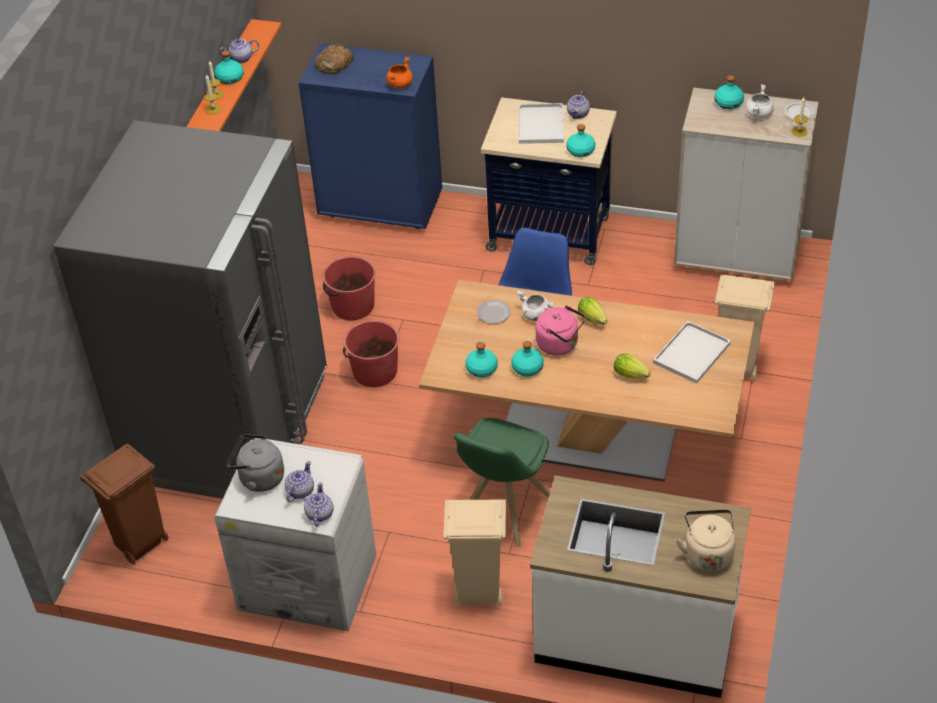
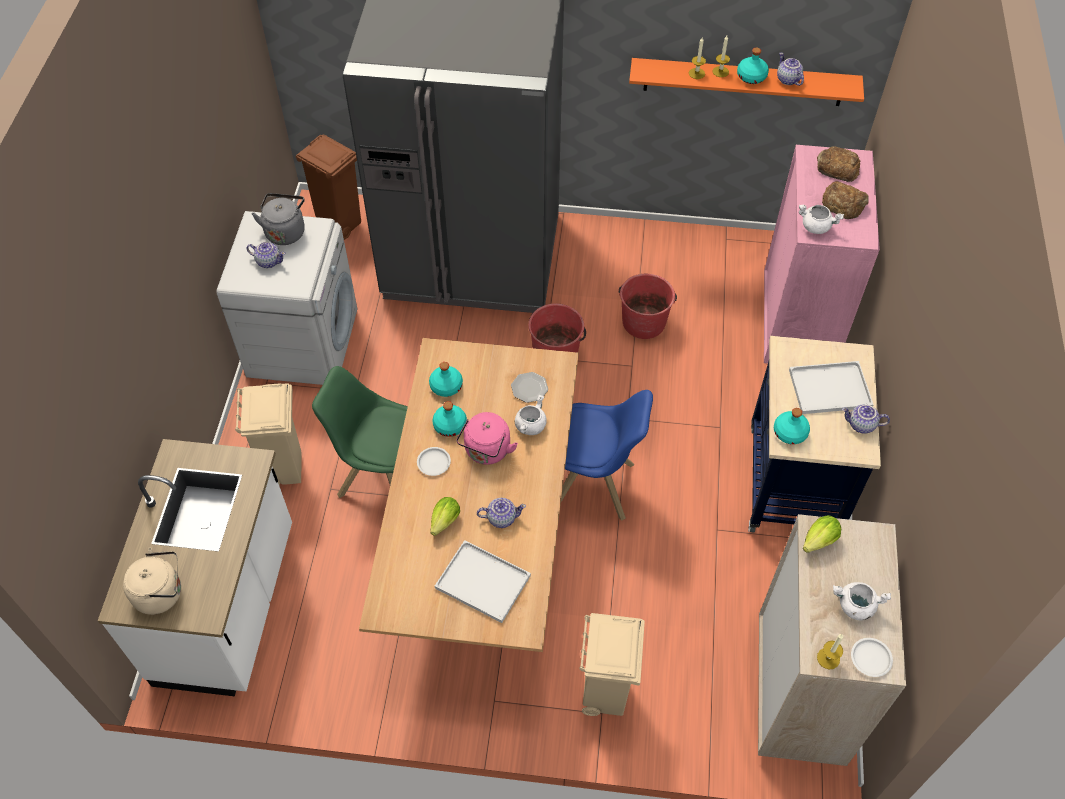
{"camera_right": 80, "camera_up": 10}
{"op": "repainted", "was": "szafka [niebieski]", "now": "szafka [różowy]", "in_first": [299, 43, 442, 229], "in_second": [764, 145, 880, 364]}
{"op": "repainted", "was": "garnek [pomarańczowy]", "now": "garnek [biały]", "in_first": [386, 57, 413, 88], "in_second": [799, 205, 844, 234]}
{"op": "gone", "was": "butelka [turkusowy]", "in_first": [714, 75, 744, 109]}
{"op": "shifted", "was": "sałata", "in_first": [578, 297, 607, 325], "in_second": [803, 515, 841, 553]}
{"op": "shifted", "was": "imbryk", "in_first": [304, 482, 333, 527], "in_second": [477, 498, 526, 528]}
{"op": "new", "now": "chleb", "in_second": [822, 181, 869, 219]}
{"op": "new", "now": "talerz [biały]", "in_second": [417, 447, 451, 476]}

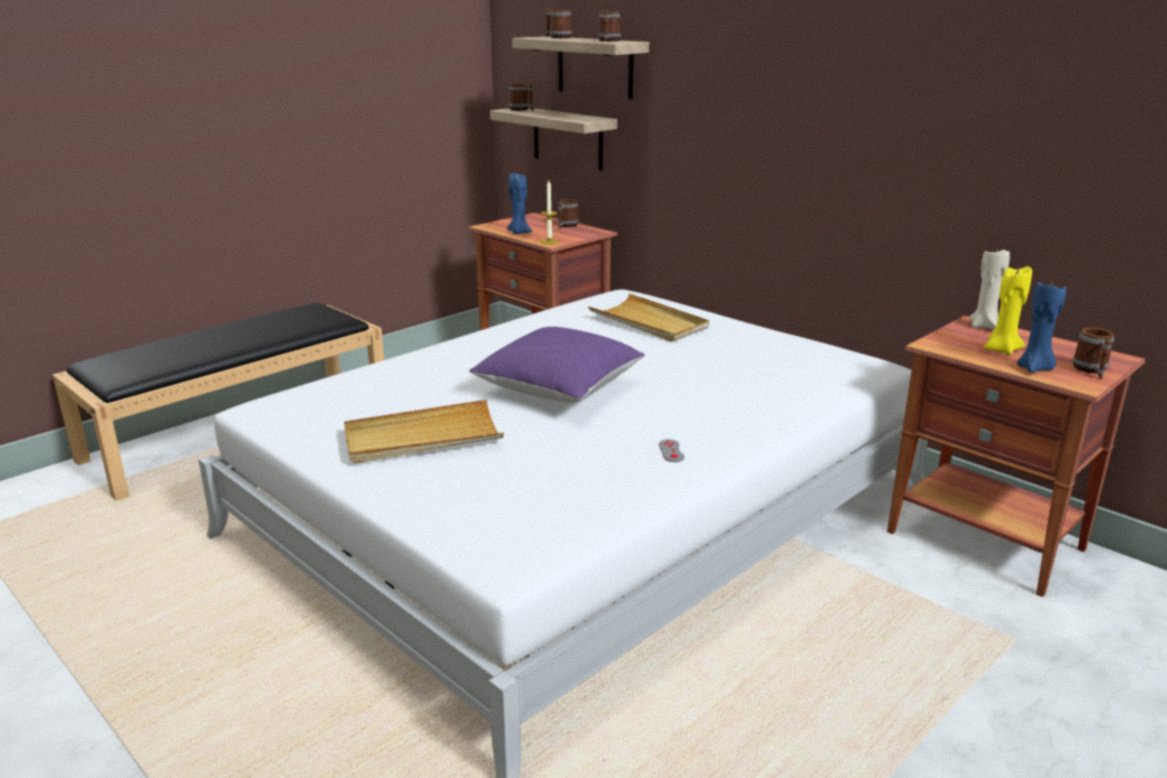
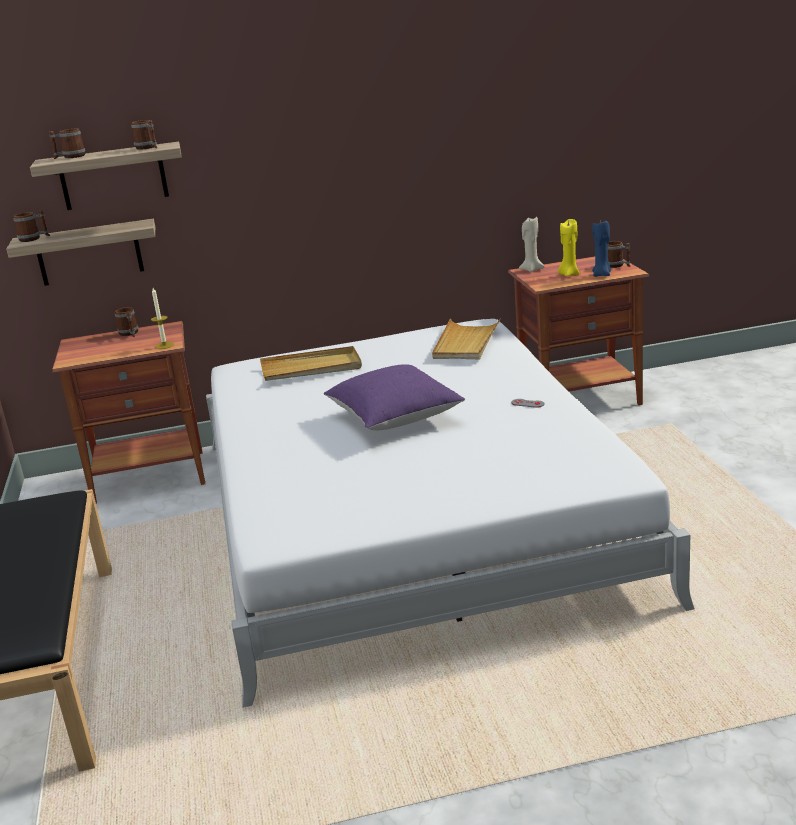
{"camera_right": -55, "camera_up": 0}
{"op": "gone", "was": "świeca [niebieski]", "in_first": [507, 173, 532, 234]}
{"op": "shifted", "was": "taca [beżowy]", "in_first": [344, 399, 504, 464], "in_second": [432, 318, 501, 359]}

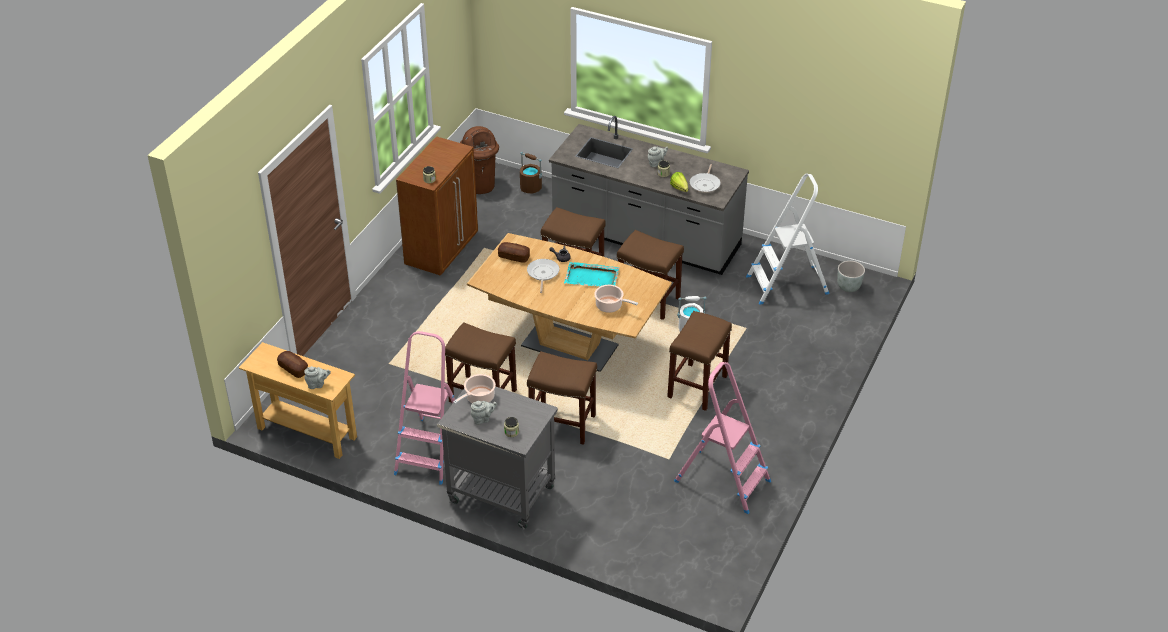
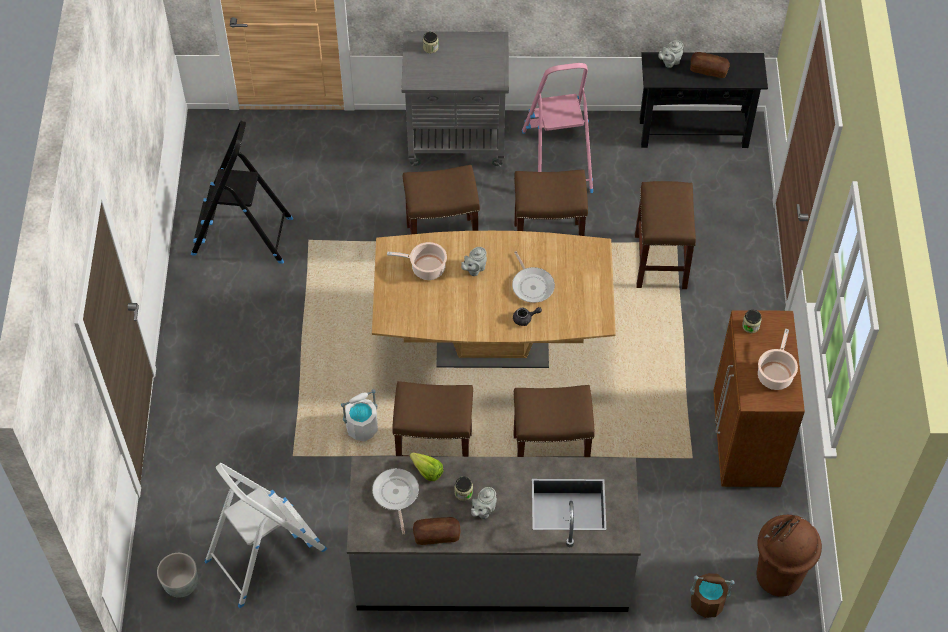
{"camera_right": 155, "camera_up": 15}
{"op": "shifted", "was": "chleb", "in_first": [498, 242, 530, 263], "in_second": [413, 517, 460, 545]}
{"op": "gone", "was": "taca [turkusowy]", "in_first": [564, 262, 620, 286]}
{"op": "shifted", "was": "stołek [brązowy]", "in_first": [667, 311, 732, 411], "in_second": [635, 181, 696, 289]}
{"op": "repainted", "was": "stolik konsolowy [beżowy]", "now": "stolik konsolowy [czarny]", "in_first": [239, 342, 357, 459], "in_second": [640, 52, 768, 148]}
{"op": "repainted", "was": "drabinka [różowy]", "now": "drabinka [czarny]", "in_first": [674, 362, 771, 514], "in_second": [191, 121, 293, 264]}
{"op": "shifted", "was": "garnek", "in_first": [453, 374, 496, 404], "in_second": [758, 329, 798, 390]}
{"op": "shifted", "was": "imbryk [szary]", "in_first": [471, 401, 497, 425], "in_second": [461, 247, 487, 276]}

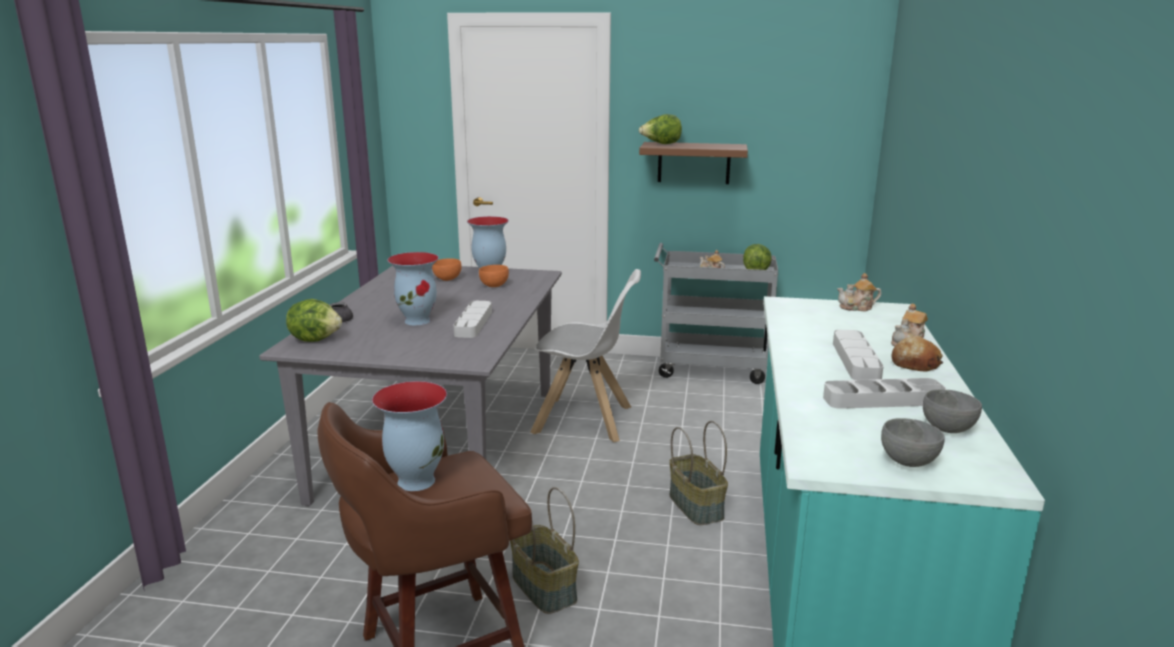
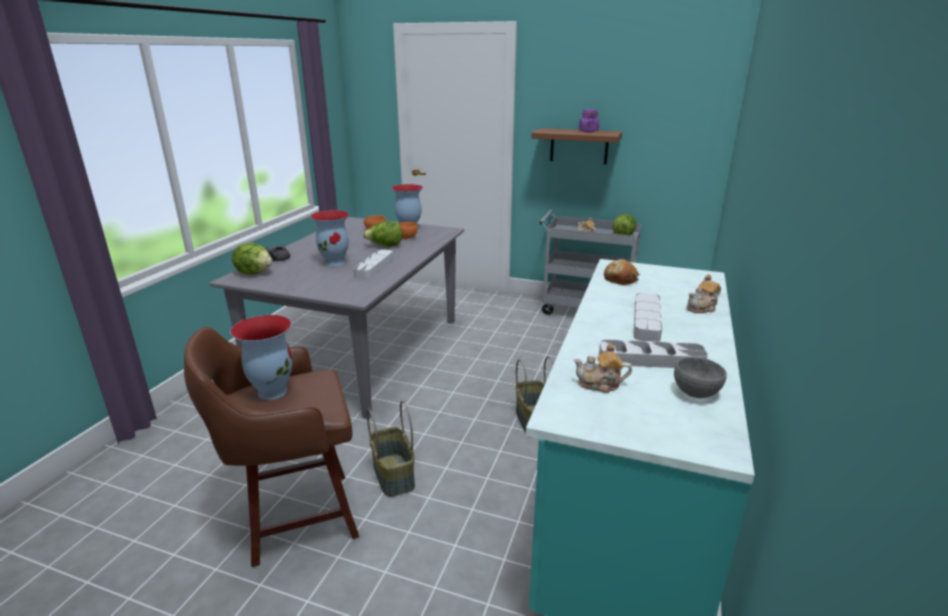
{"camera_right": 10, "camera_up": 5}
{"op": "shifted", "was": "sałata", "in_first": [639, 114, 682, 144], "in_second": [363, 221, 402, 247]}
{"op": "gone", "was": "krzesło", "in_first": [530, 269, 641, 442]}
{"op": "shifted", "was": "imbryk", "in_first": [837, 273, 881, 311], "in_second": [574, 343, 632, 393]}
{"op": "shifted", "was": "chleb", "in_first": [892, 336, 943, 371], "in_second": [604, 259, 640, 285]}
{"op": "gone", "was": "miska [szary]", "in_first": [881, 418, 945, 467]}
{"op": "new", "now": "słoik [fioletowy]", "in_second": [579, 109, 599, 132]}

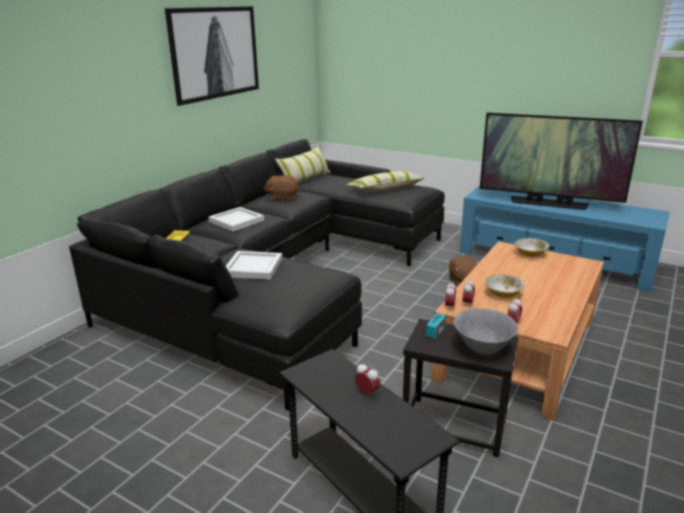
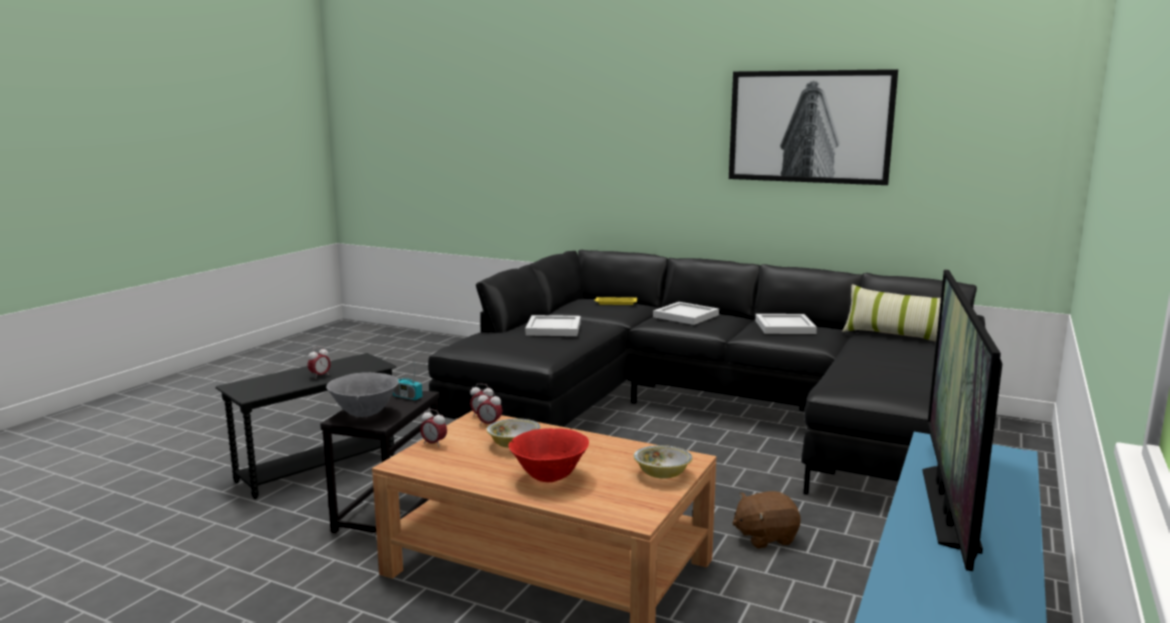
{"camera_right": 85, "camera_up": -10}
{"op": "gone", "was": "poduszka", "in_first": [346, 171, 425, 192]}
{"op": "swapped", "was": "pluszak [brązowy]", "now": "taca [biały]", "in_first": [264, 175, 299, 202], "in_second": [755, 314, 817, 334]}
{"op": "new", "now": "miska [czerwony]", "in_second": [508, 428, 589, 483]}

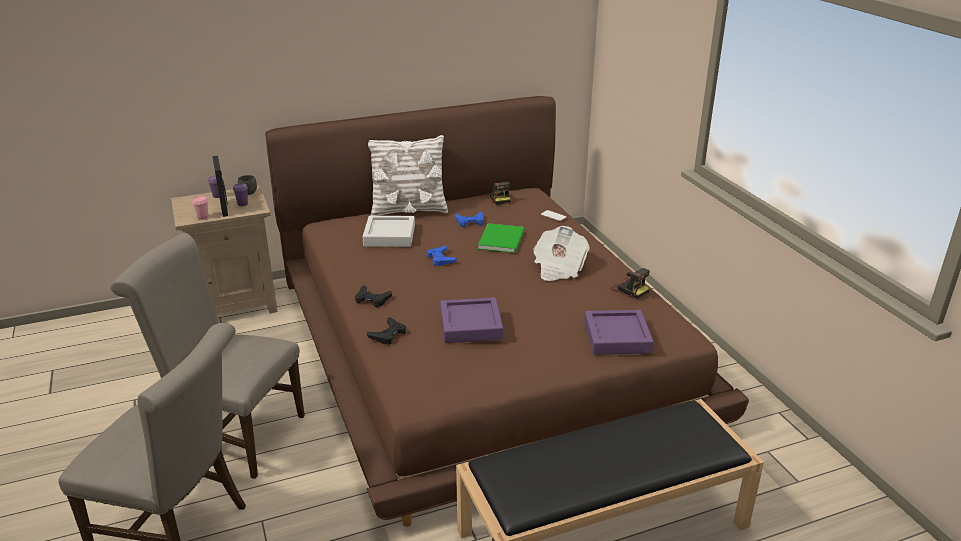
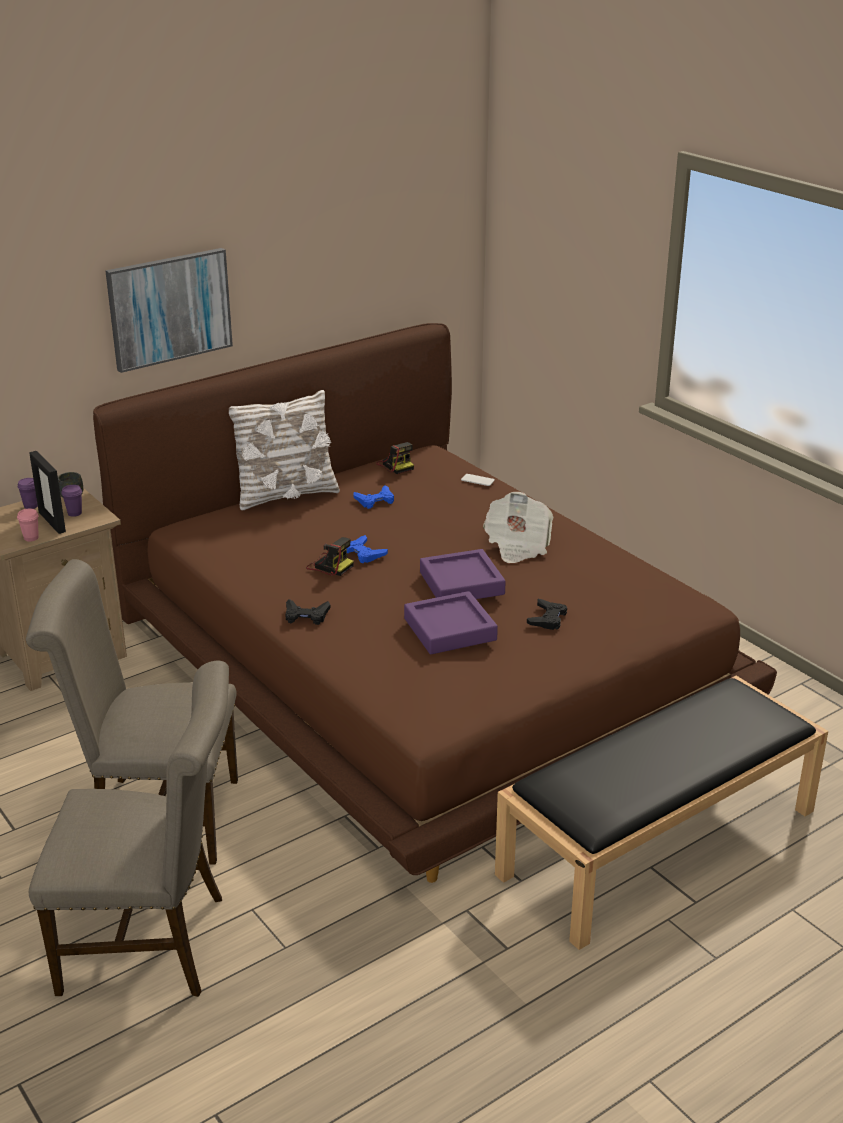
{"camera_right": -15, "camera_up": 0}
{"op": "gone", "was": "taca [szary]", "in_first": [363, 216, 415, 247]}
{"op": "gone", "was": "książka [zielony]", "in_first": [478, 223, 525, 253]}
{"op": "shifted", "was": "aparat fotograficzny", "in_first": [611, 268, 650, 299], "in_second": [306, 537, 354, 576]}
{"op": "shifted", "was": "taca [fioletowy]", "in_first": [584, 310, 654, 355], "in_second": [420, 549, 506, 599]}
{"op": "shifted", "was": "pad do gier [czarny]", "in_first": [367, 317, 406, 345], "in_second": [527, 599, 567, 630]}
{"op": "new", "now": "obraz", "in_second": [105, 248, 233, 373]}

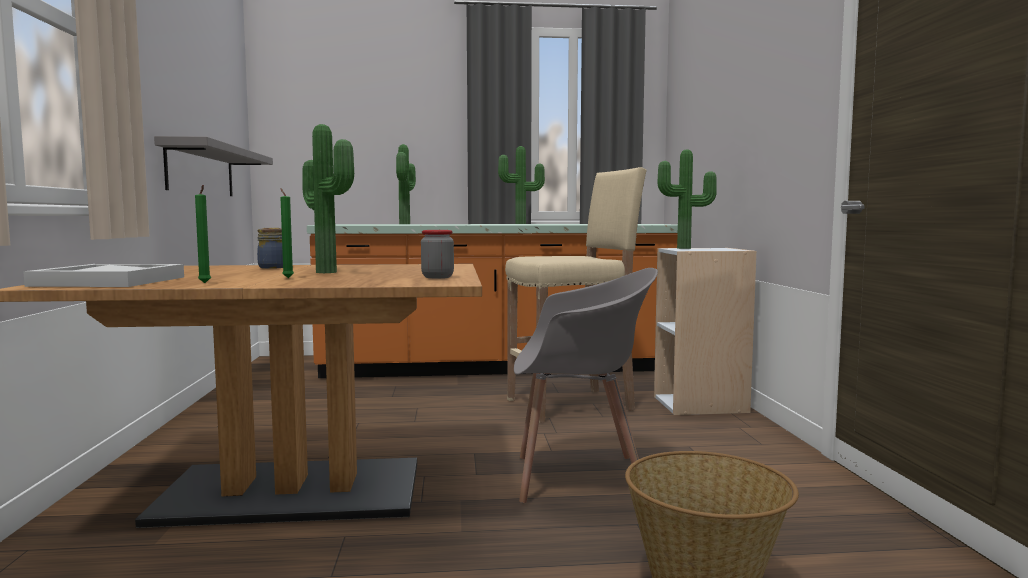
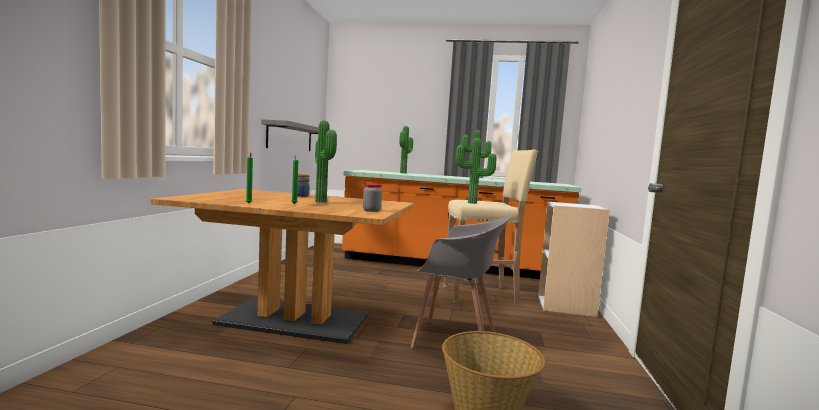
{"camera_right": 15, "camera_up": 0}
{"op": "shifted", "was": "roślina doniczkowa", "in_first": [657, 149, 717, 249], "in_second": [456, 138, 496, 204]}
{"op": "gone", "was": "taca [biały]", "in_first": [23, 264, 184, 287]}

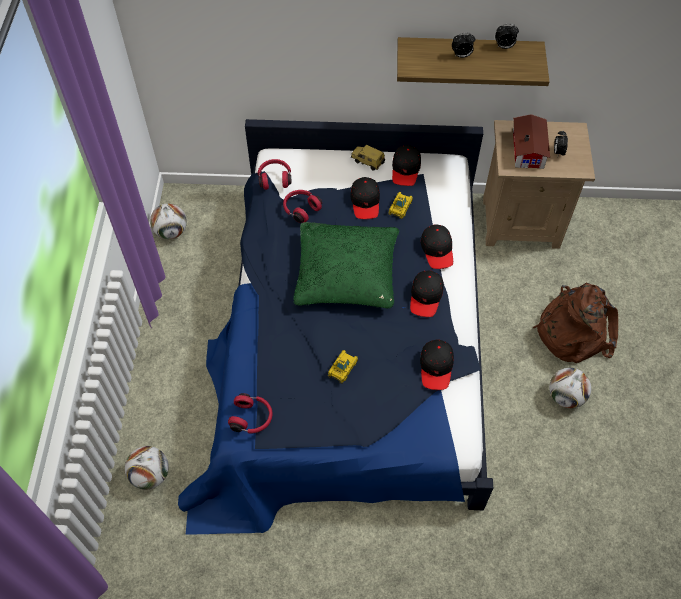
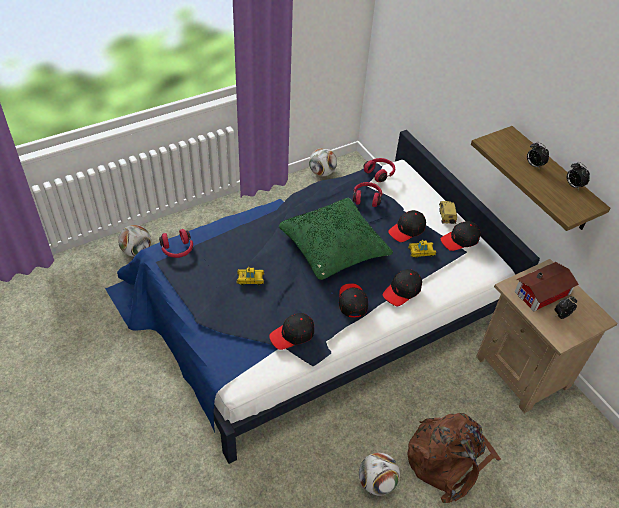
{"camera_right": 55, "camera_up": -10}
{"op": "rotated", "was": "czapka z daszkiem [czarny]", "in_first": [410, 270, 444, 317], "in_second": [339, 283, 368, 318], "clockwise": 105}

